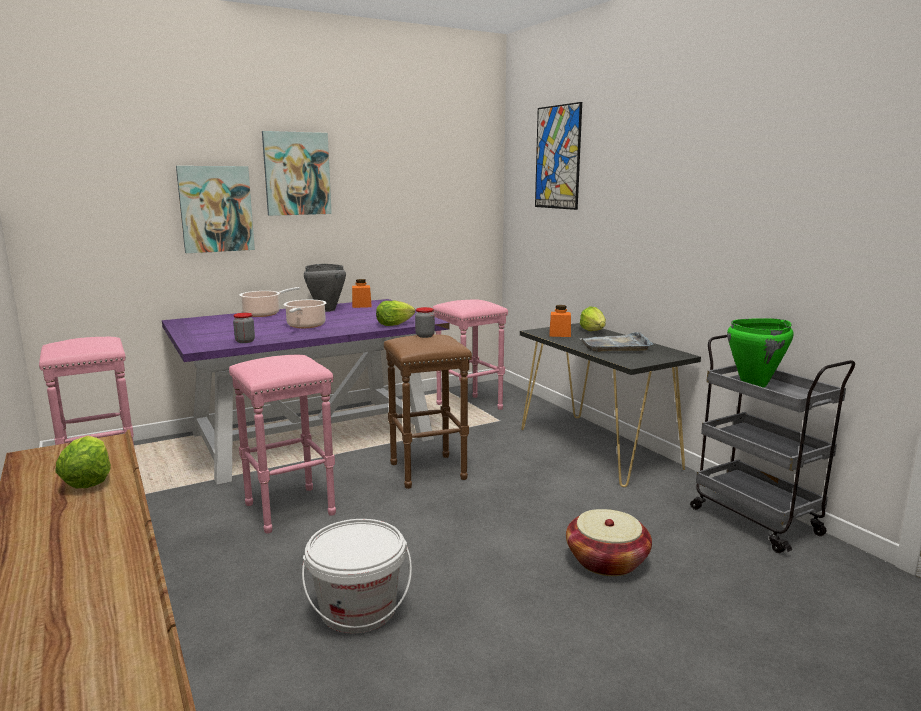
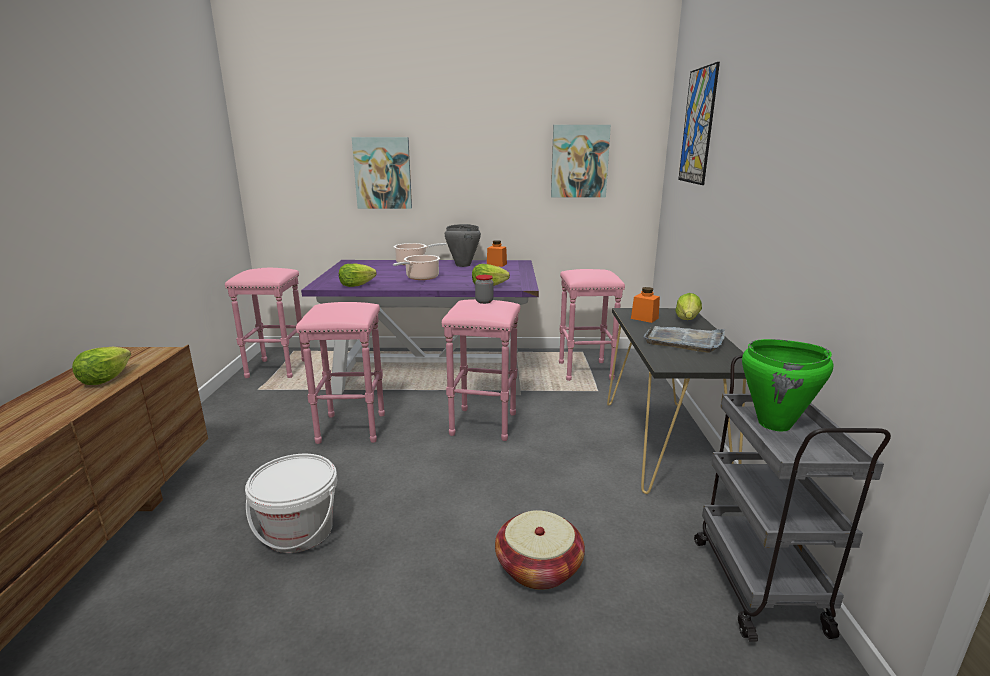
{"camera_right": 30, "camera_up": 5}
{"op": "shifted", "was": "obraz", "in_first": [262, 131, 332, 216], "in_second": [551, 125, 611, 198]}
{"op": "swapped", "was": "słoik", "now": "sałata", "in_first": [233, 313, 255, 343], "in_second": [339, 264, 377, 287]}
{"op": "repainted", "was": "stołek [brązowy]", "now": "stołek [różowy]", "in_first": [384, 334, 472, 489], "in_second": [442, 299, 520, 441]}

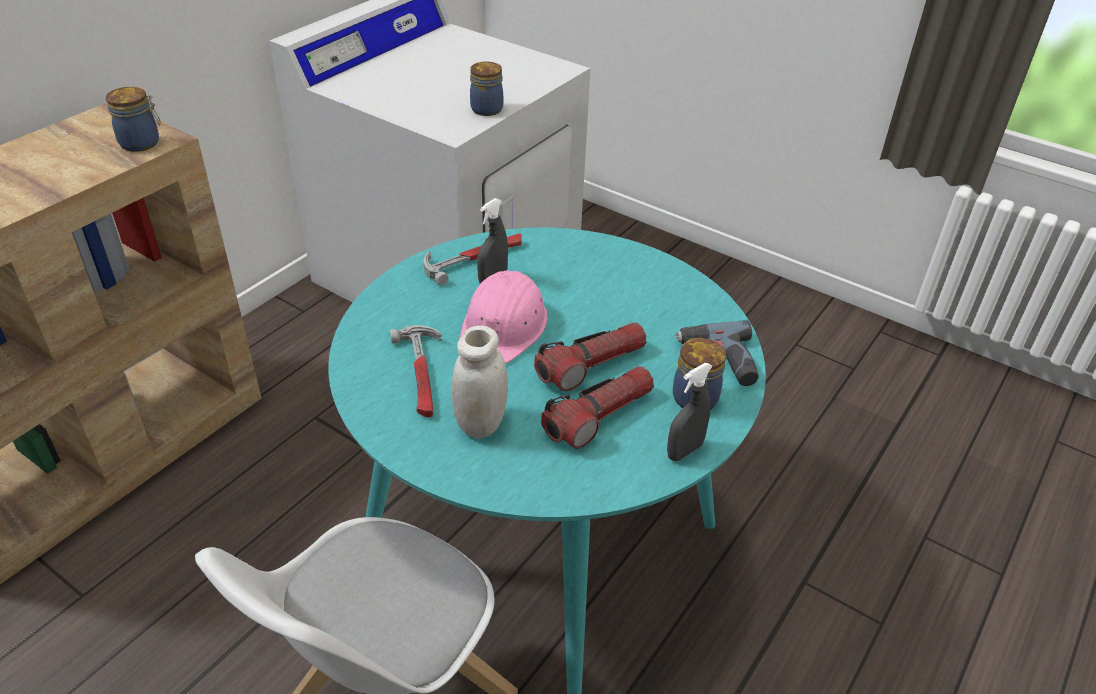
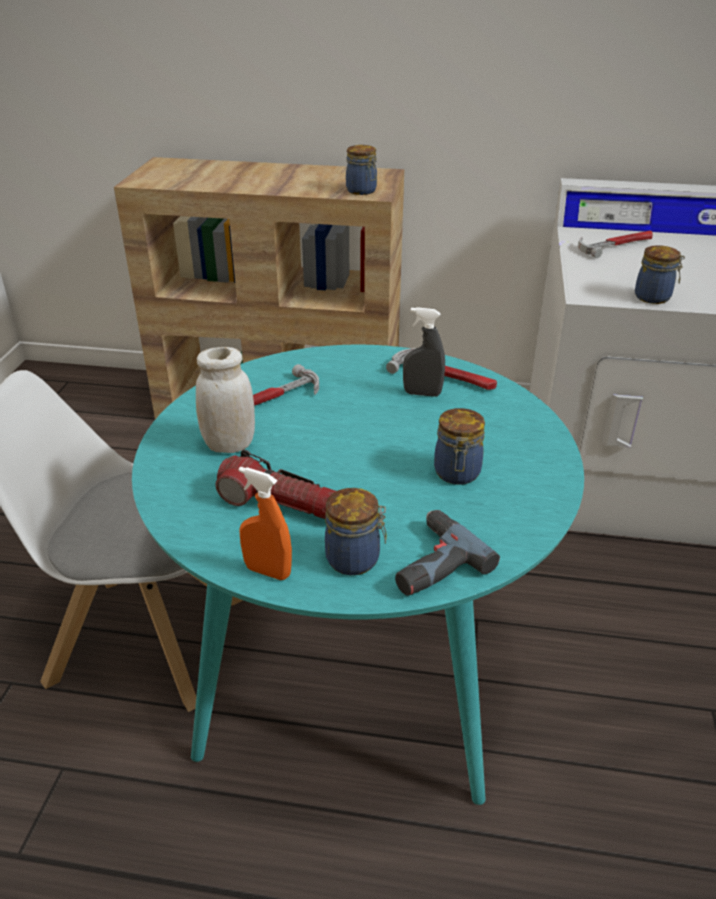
{"camera_right": 65, "camera_up": -5}
{"op": "gone", "was": "kask [różowy]", "in_first": [460, 270, 548, 363]}
{"op": "gone", "was": "latarka", "in_first": [534, 323, 647, 392]}
{"op": "repainted", "was": "spryskiwacz [szary]", "now": "spryskiwacz [pomarańczowy]", "in_first": [667, 363, 713, 461], "in_second": [238, 467, 292, 580]}
{"op": "new", "now": "młotek", "in_second": [578, 231, 653, 258]}
{"op": "new", "now": "słoik", "in_second": [434, 408, 485, 485]}

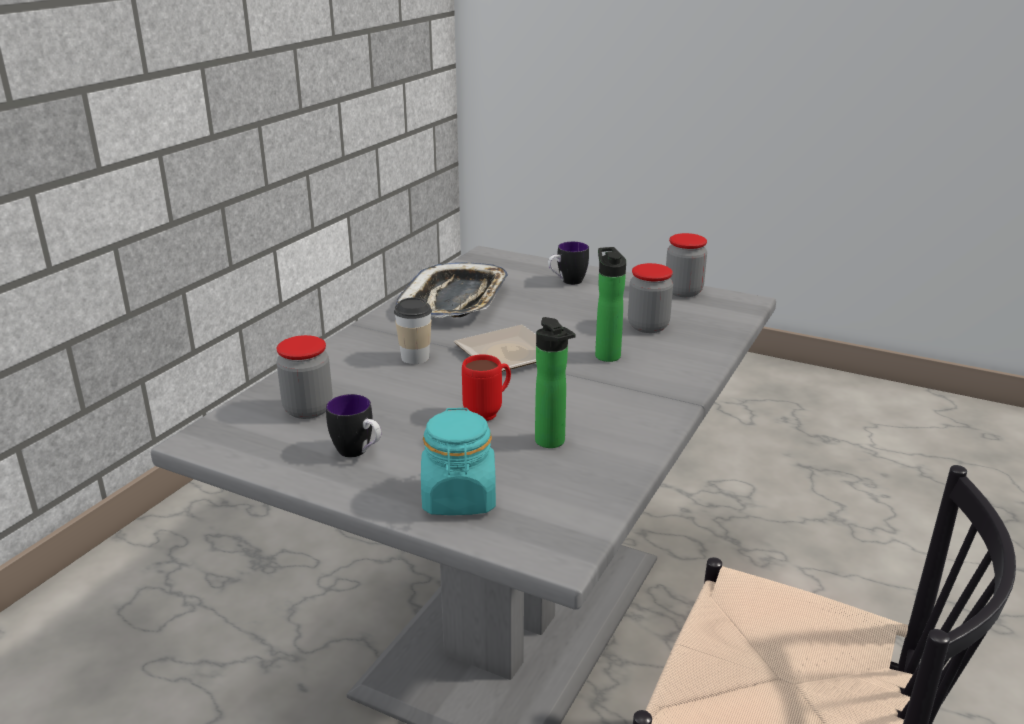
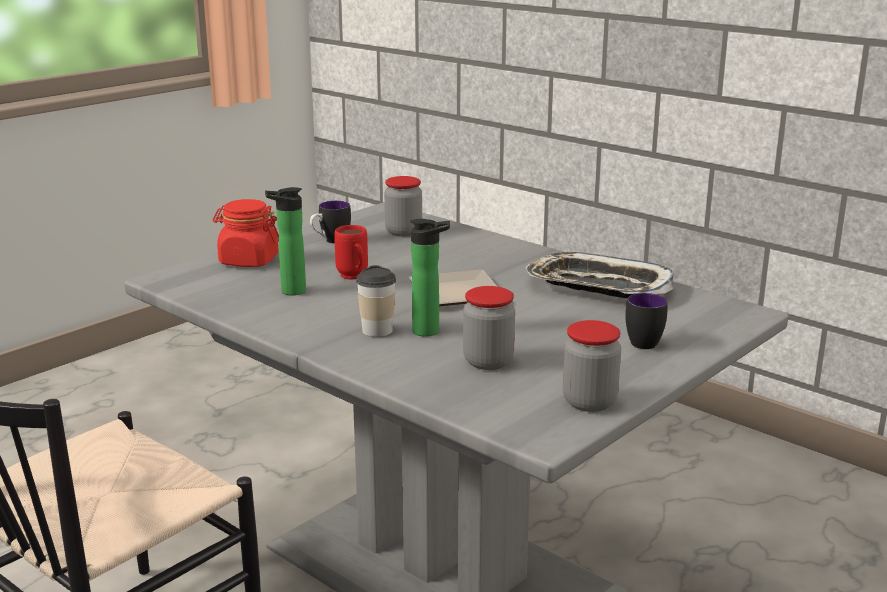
{"camera_right": 105, "camera_up": -5}
{"op": "shifted", "was": "filiżanka", "in_first": [394, 297, 432, 364], "in_second": [356, 265, 396, 337]}
{"op": "repainted", "was": "słoik [turkusowy]", "now": "słoik [czerwony]", "in_first": [421, 408, 496, 515], "in_second": [213, 199, 279, 267]}

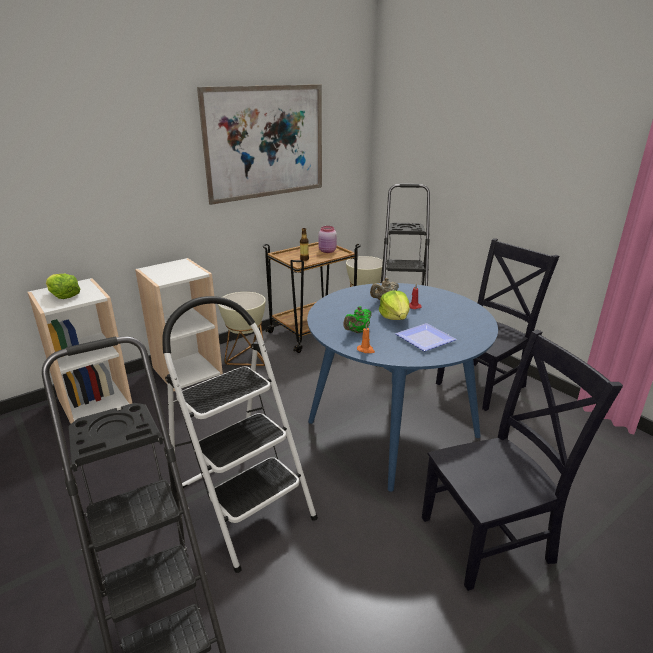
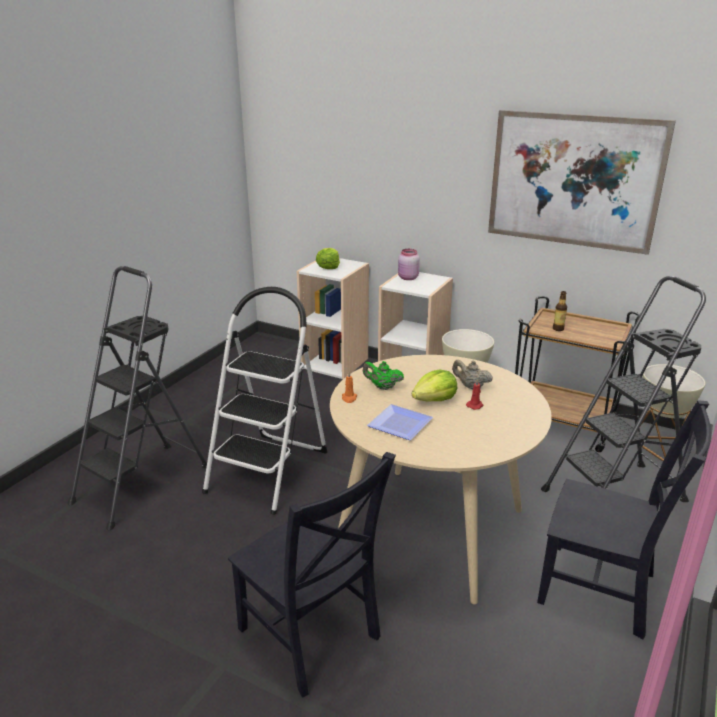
{"camera_right": 65, "camera_up": 0}
{"op": "shifted", "was": "słoik [różowy]", "in_first": [318, 226, 337, 253], "in_second": [398, 249, 420, 280]}
{"op": "repainted", "was": "stół jadalny [niebieski]", "now": "stół jadalny [beżowy]", "in_first": [307, 283, 498, 492], "in_second": [330, 355, 552, 604]}

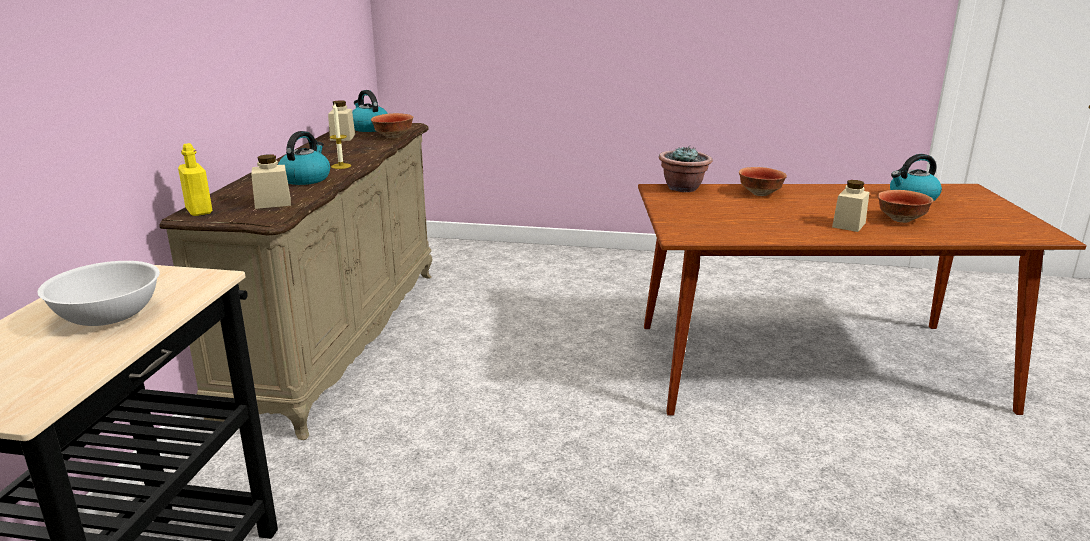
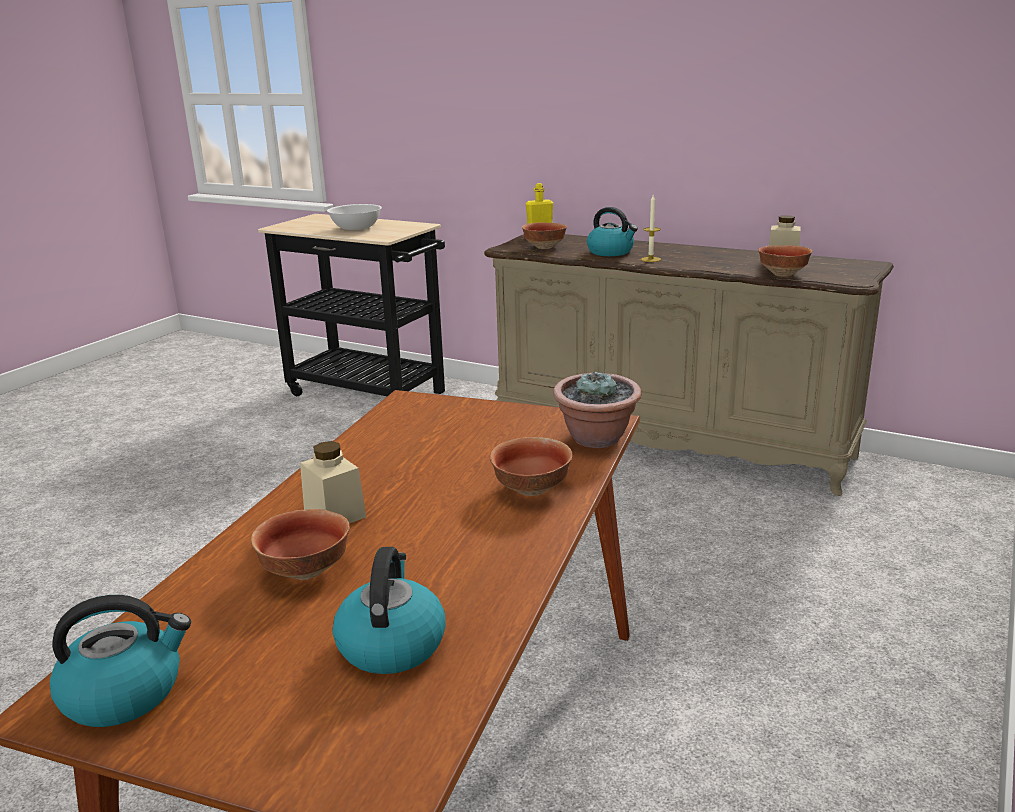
{"camera_right": 110, "camera_up": 0}
{"op": "shifted", "was": "czajnik", "in_first": [352, 90, 388, 132], "in_second": [50, 595, 191, 727]}
{"op": "swapped", "was": "słoik [beżowy]", "now": "miska", "in_first": [251, 154, 291, 209], "in_second": [522, 222, 567, 249]}

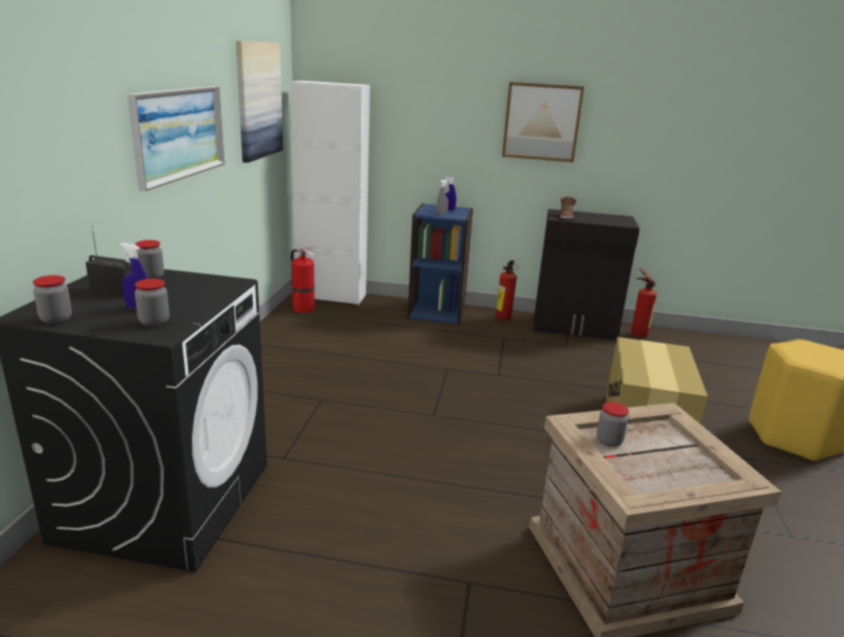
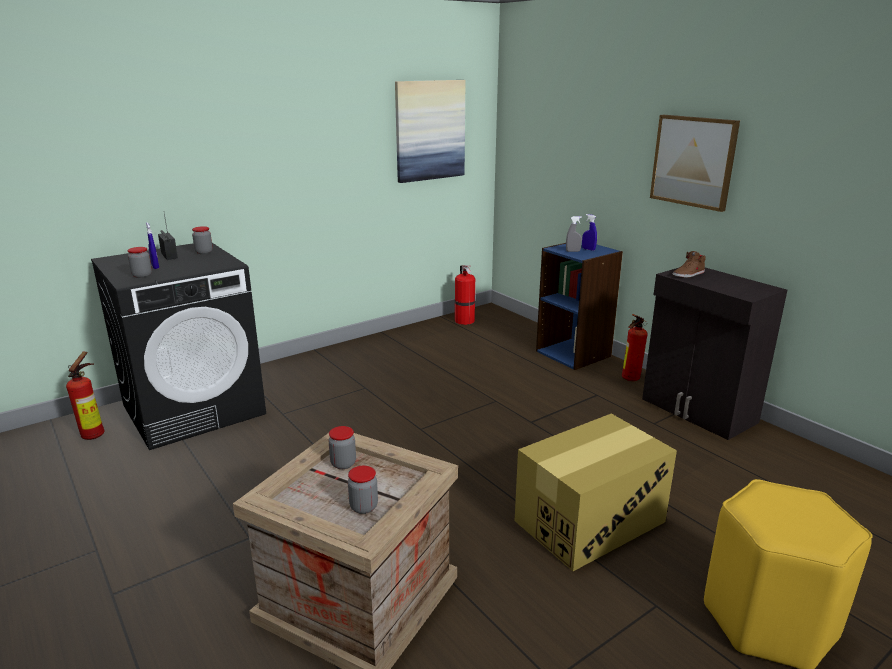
{"camera_right": 45, "camera_up": 0}
{"op": "gone", "was": "szafka [biały]", "in_first": [290, 80, 370, 305]}
{"op": "gone", "was": "obraz", "in_first": [127, 86, 225, 191]}
{"op": "shifted", "was": "gaśnica", "in_first": [631, 268, 657, 337], "in_second": [66, 352, 104, 440]}
{"op": "shifted", "was": "słoik", "in_first": [33, 275, 72, 324], "in_second": [348, 466, 378, 514]}

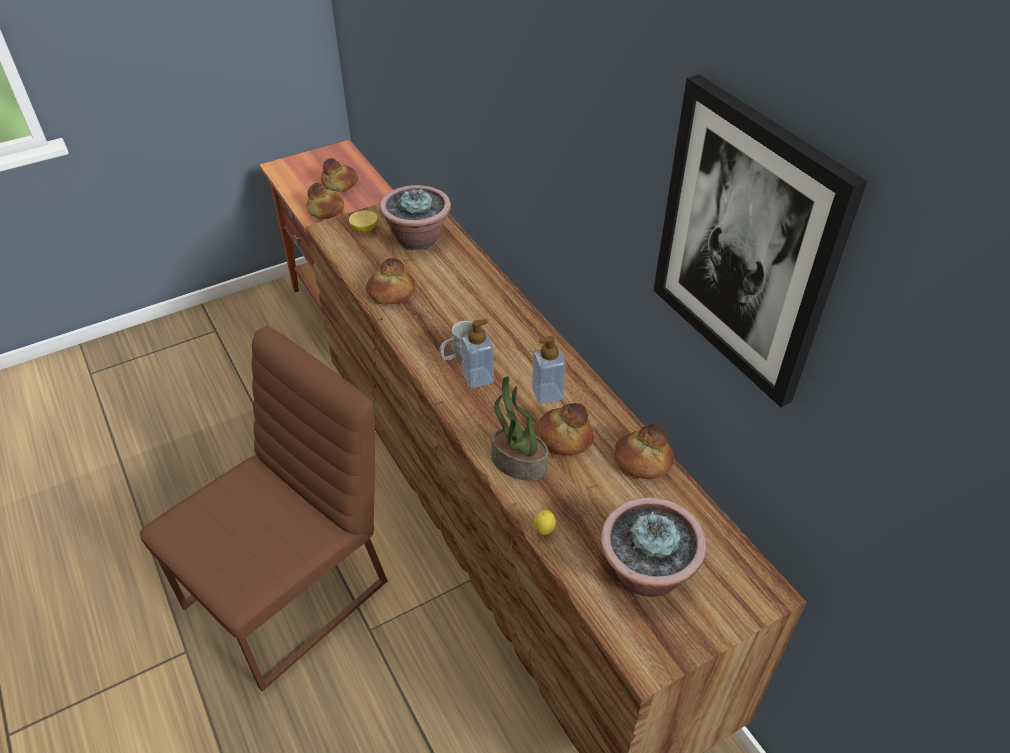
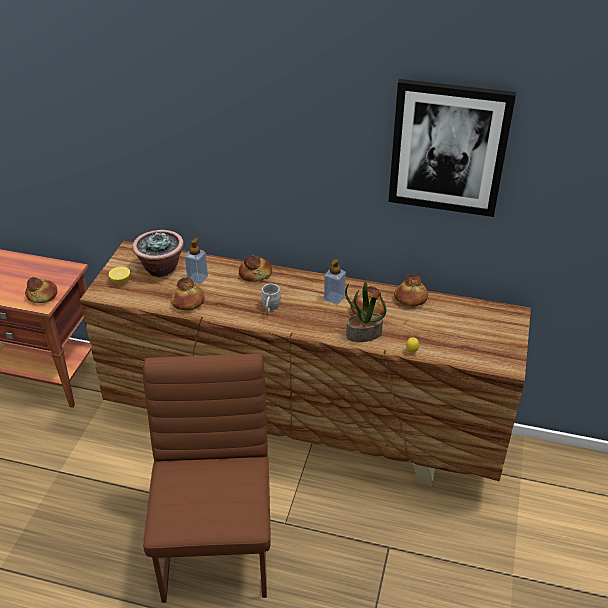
{"camera_right": -45, "camera_up": -5}
{"op": "shifted", "was": "chleb", "in_first": [321, 158, 358, 192], "in_second": [239, 255, 272, 282]}
{"op": "shifted", "was": "dozownik mydła", "in_first": [461, 319, 494, 388], "in_second": [185, 238, 208, 284]}
{"op": "gone", "was": "roślina doniczkowa", "in_first": [601, 497, 707, 597]}

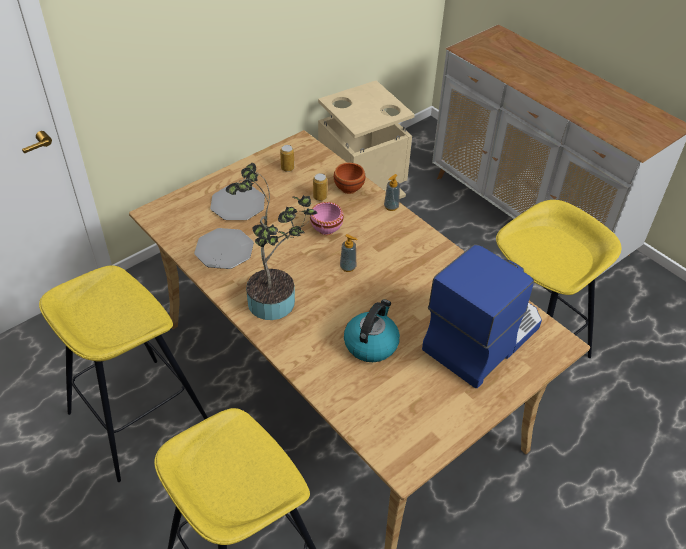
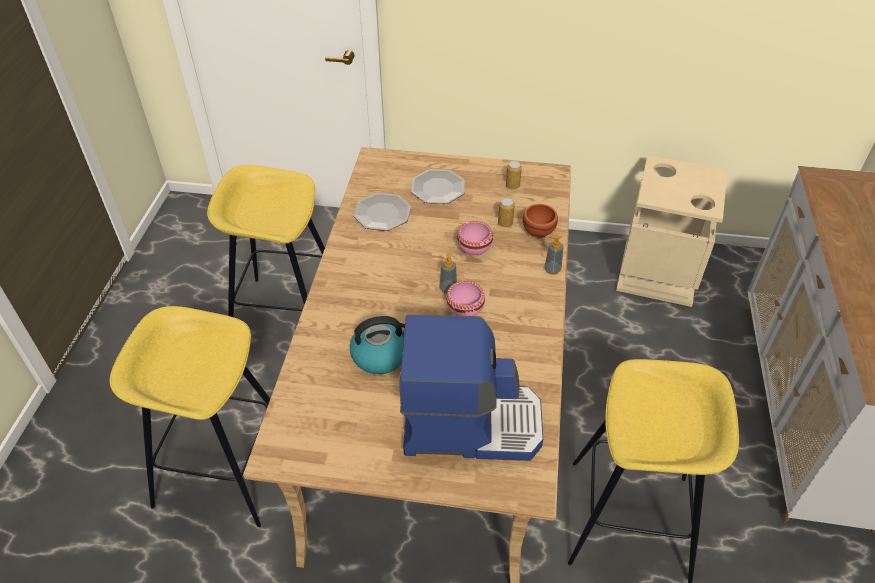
{"camera_right": 50, "camera_up": 0}
{"op": "gone", "was": "roślina doniczkowa", "in_first": [226, 163, 317, 320]}
{"op": "new", "now": "miska [różowy]", "in_second": [446, 281, 485, 316]}

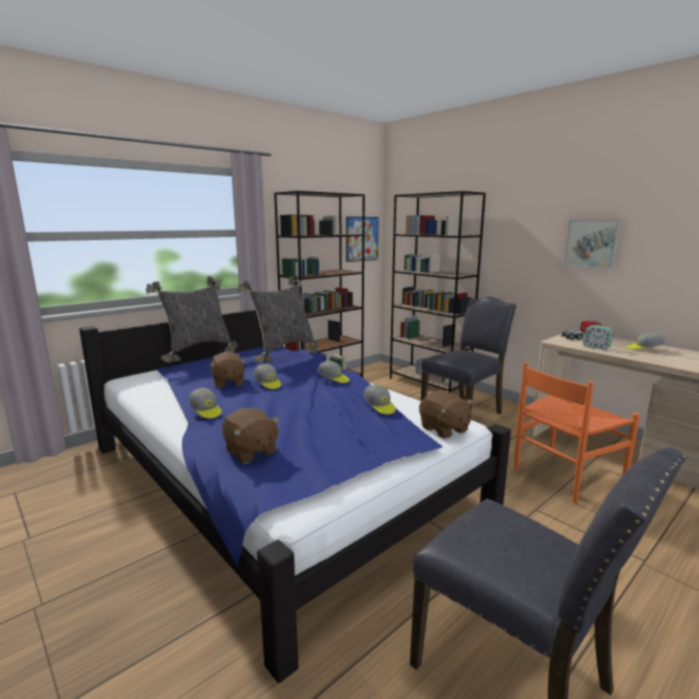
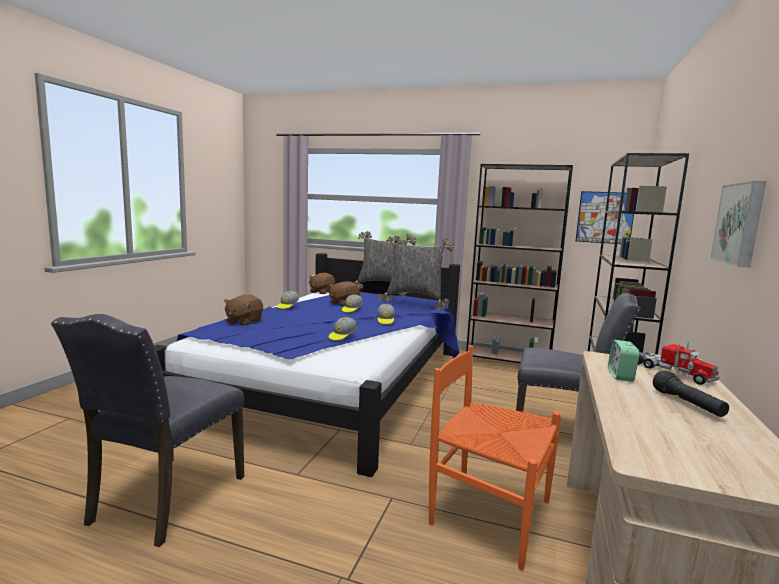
{"camera_right": 60, "camera_up": -5}
{"op": "swapped", "was": "czapka z daszkiem", "now": "latarka [czarny]", "in_first": [626, 332, 665, 349], "in_second": [653, 370, 729, 417]}
{"op": "shifted", "was": "pluszak [brązowy]", "in_first": [419, 391, 473, 439], "in_second": [308, 273, 335, 294]}

